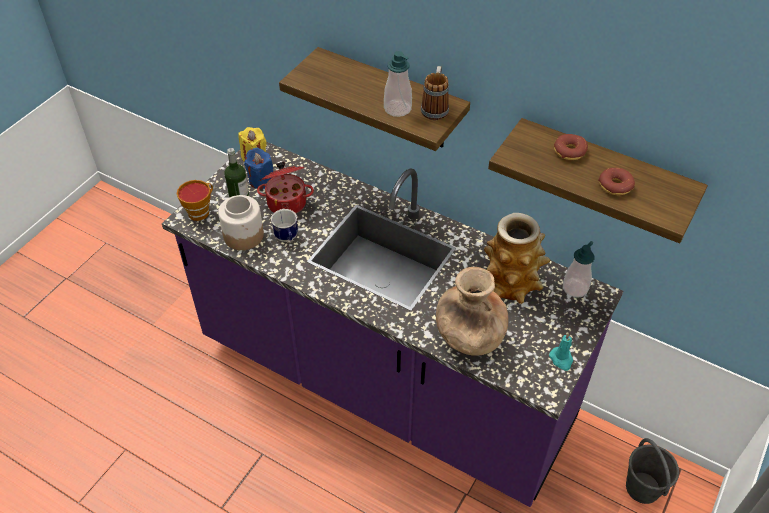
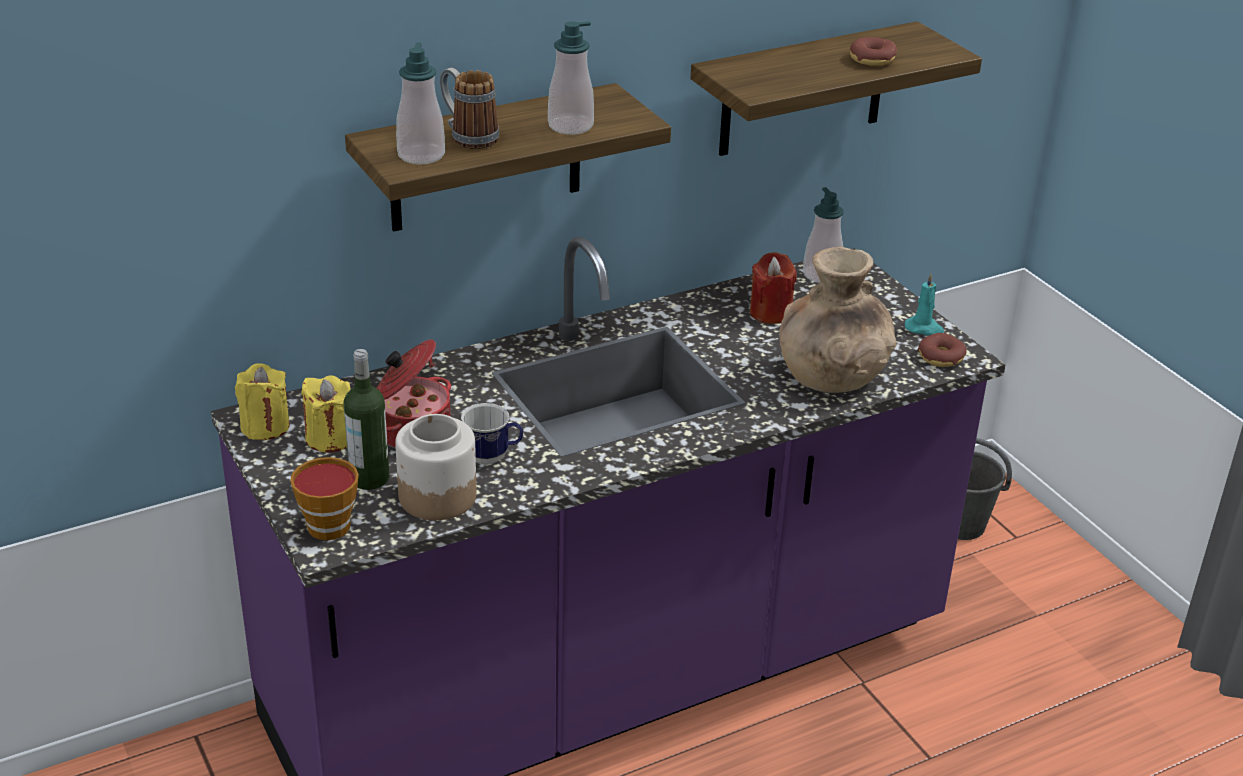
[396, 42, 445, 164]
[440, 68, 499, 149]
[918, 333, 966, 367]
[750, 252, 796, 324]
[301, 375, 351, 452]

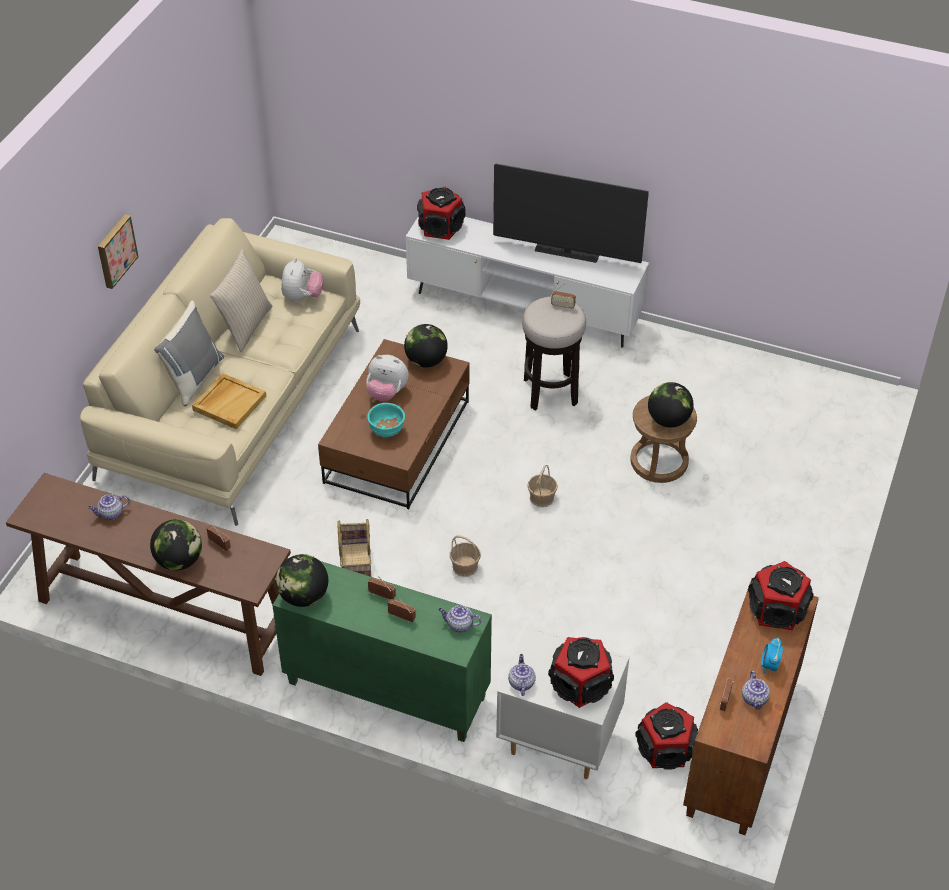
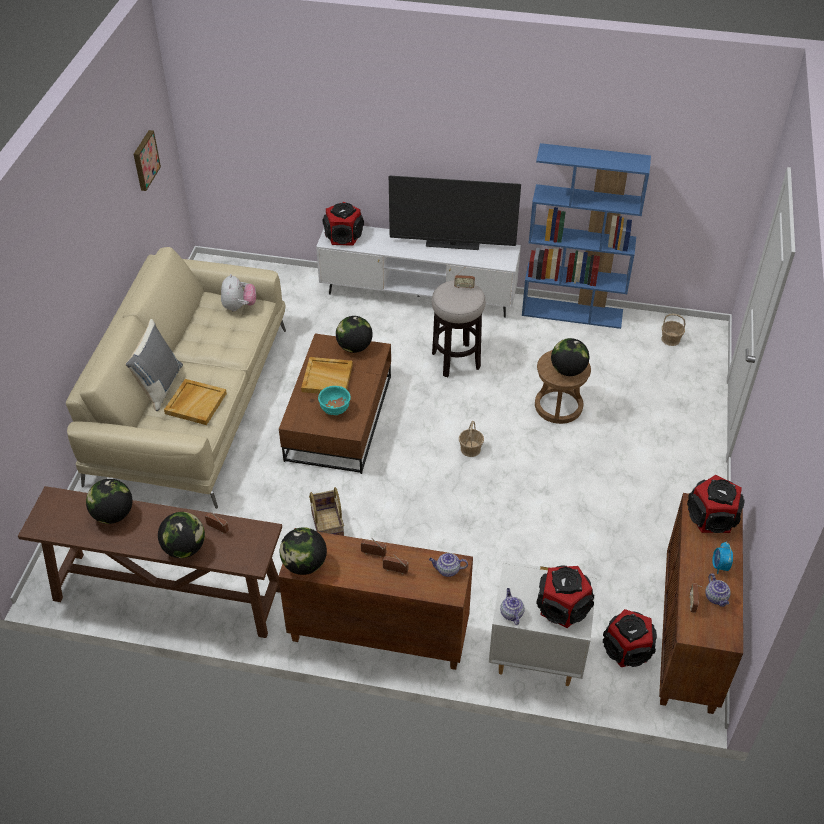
[210, 249, 272, 353] (first image)
[522, 143, 651, 329]
[134, 130, 161, 191]
[662, 314, 686, 346]
[86, 479, 133, 524]
[301, 357, 353, 394]
[278, 528, 473, 670]

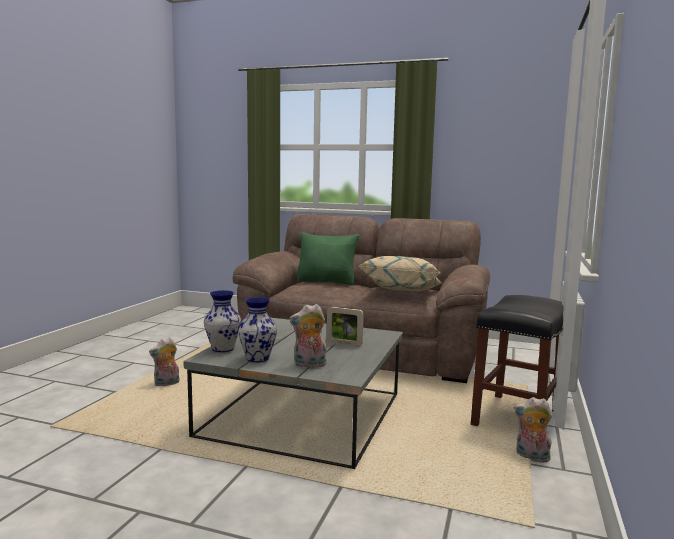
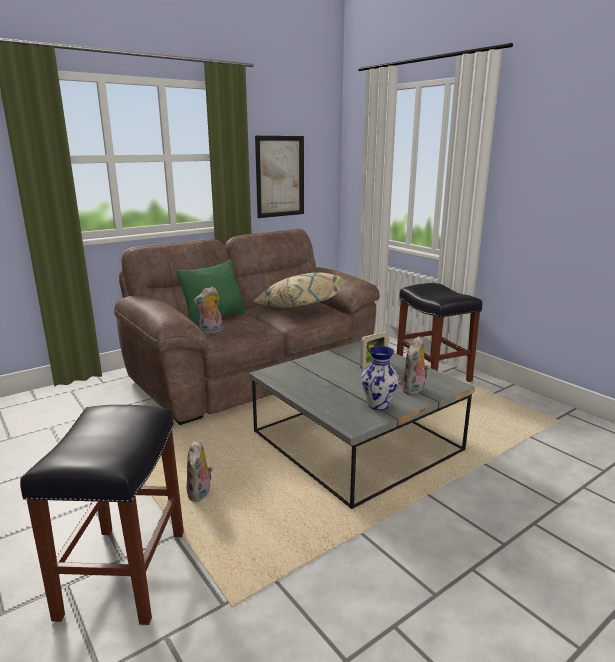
[204, 290, 241, 352] (first image)
[20, 405, 184, 625]
[255, 136, 304, 218]
[194, 287, 223, 334]

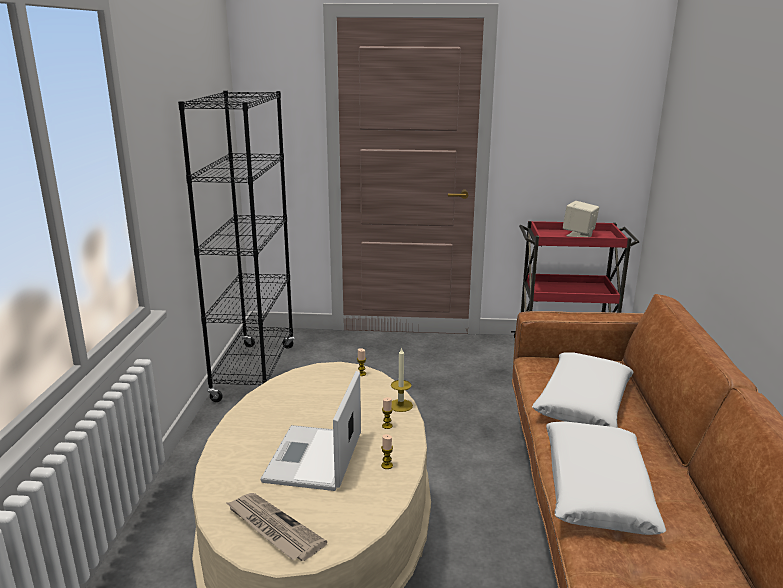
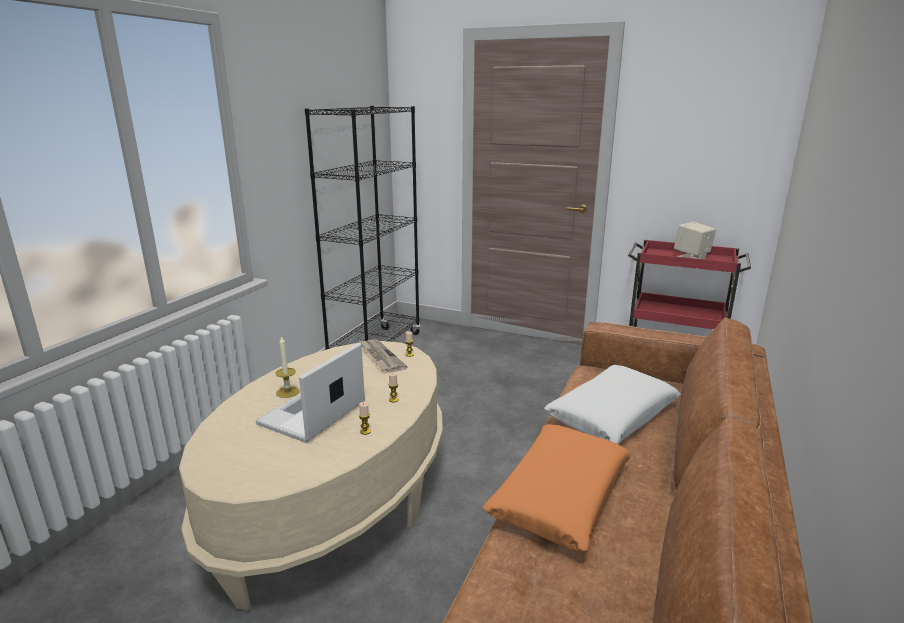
[360, 339, 407, 373]
[276, 336, 299, 398]
[483, 424, 631, 551]

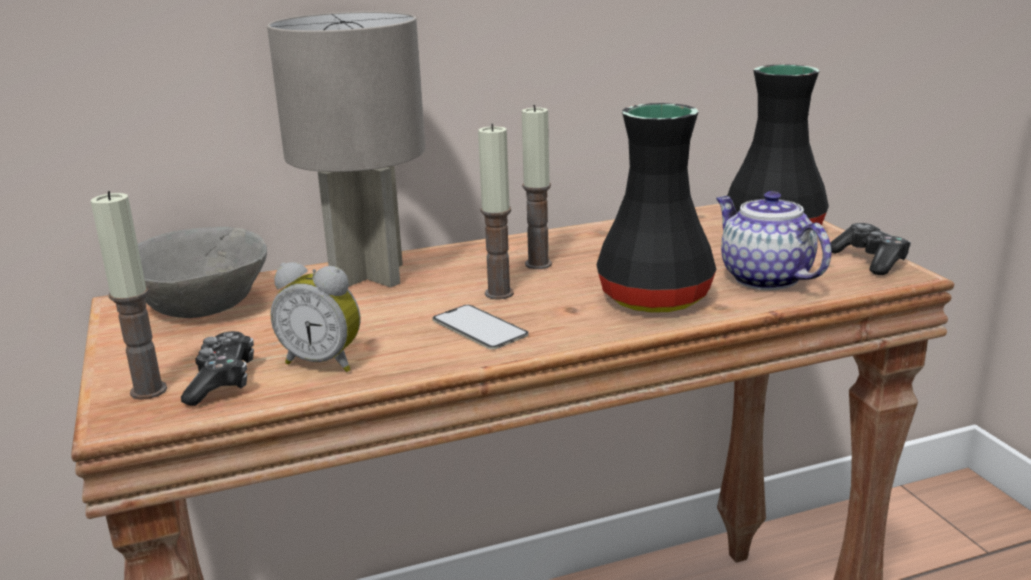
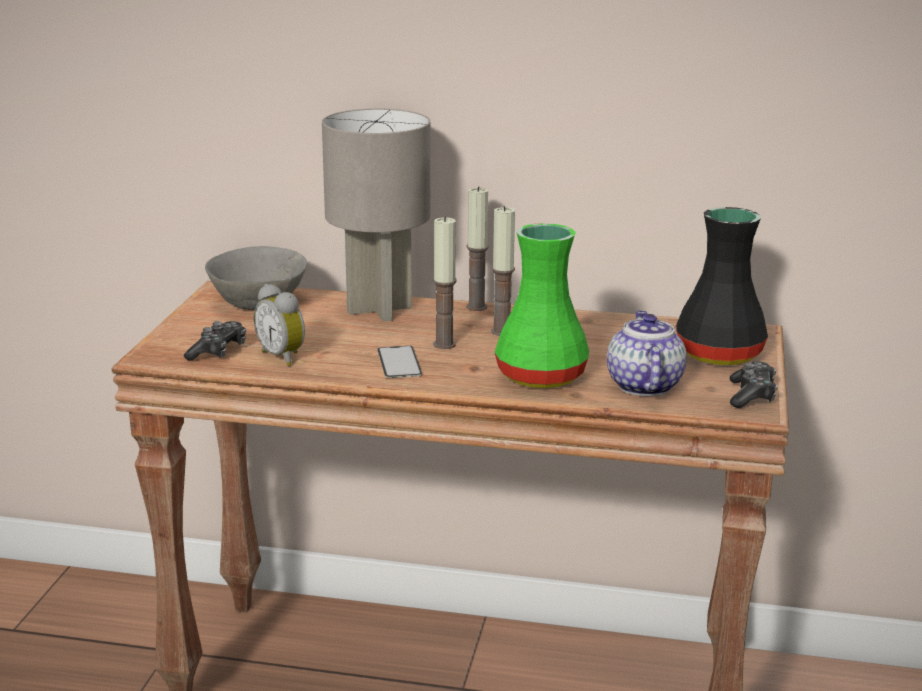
[466, 186, 488, 311]
[495, 223, 589, 388]

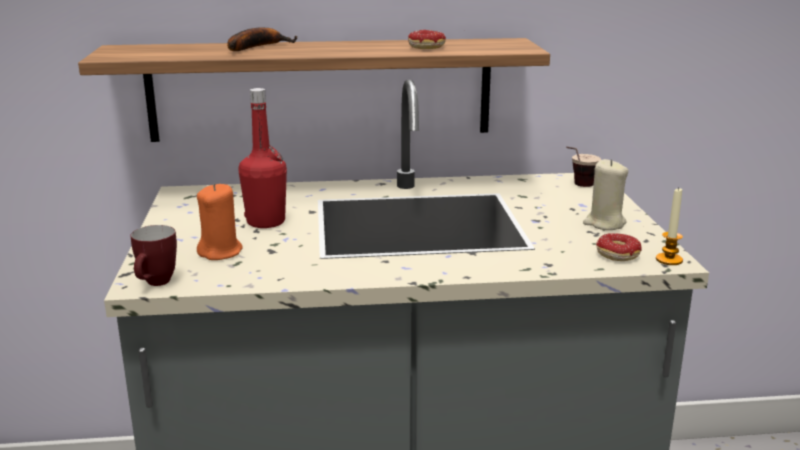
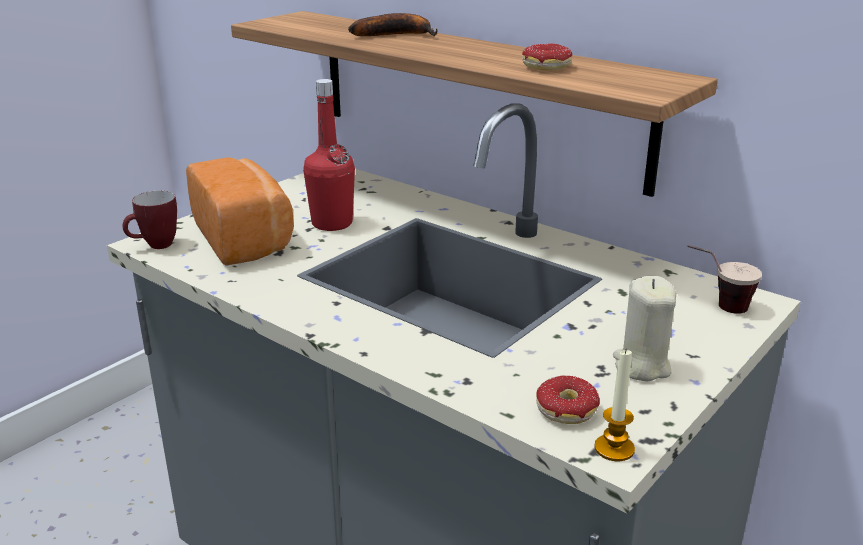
[186, 157, 294, 265]

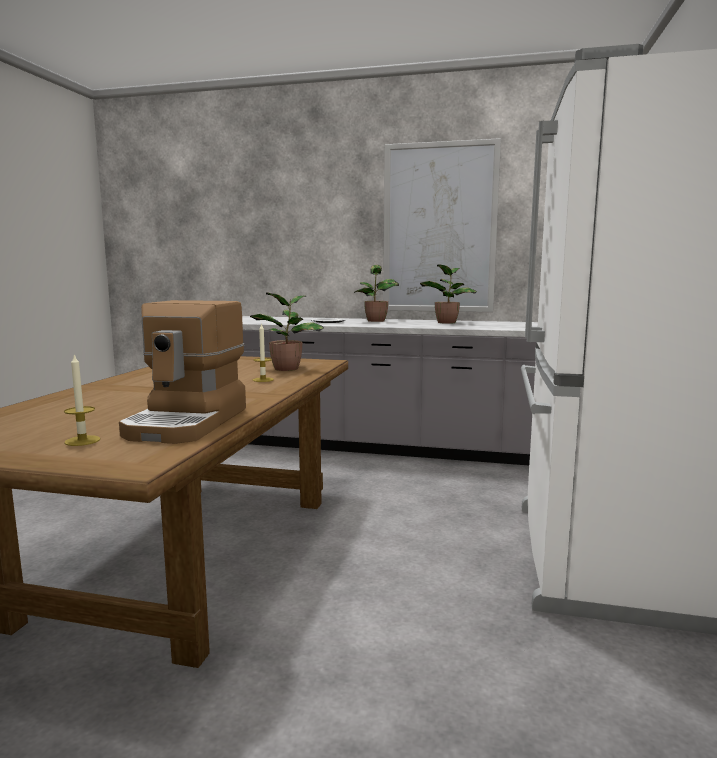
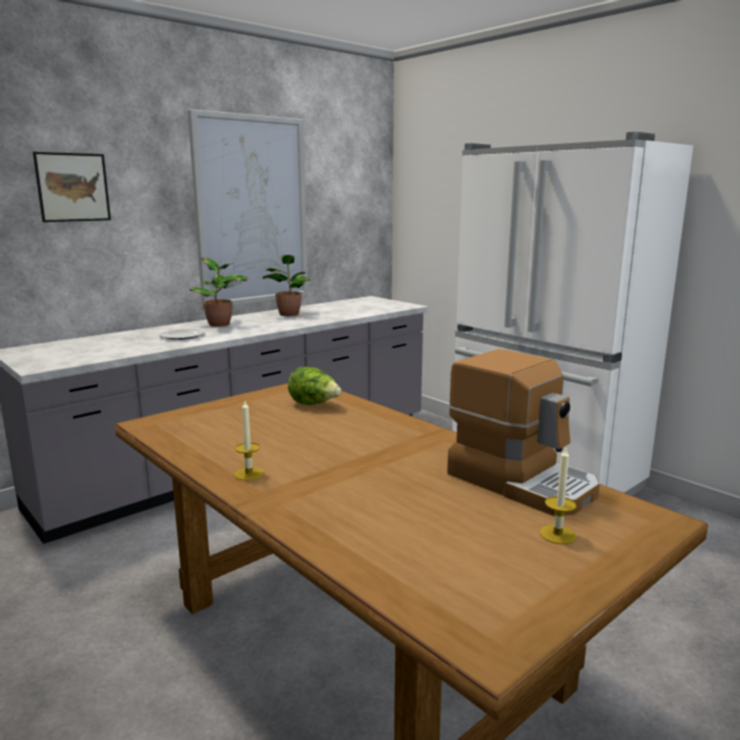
[33, 152, 111, 222]
[234, 401, 264, 480]
[288, 367, 342, 405]

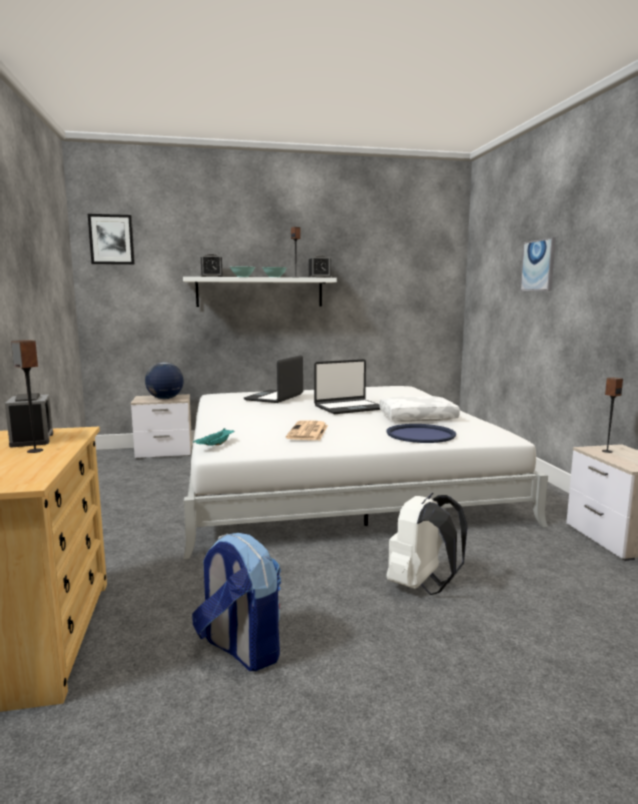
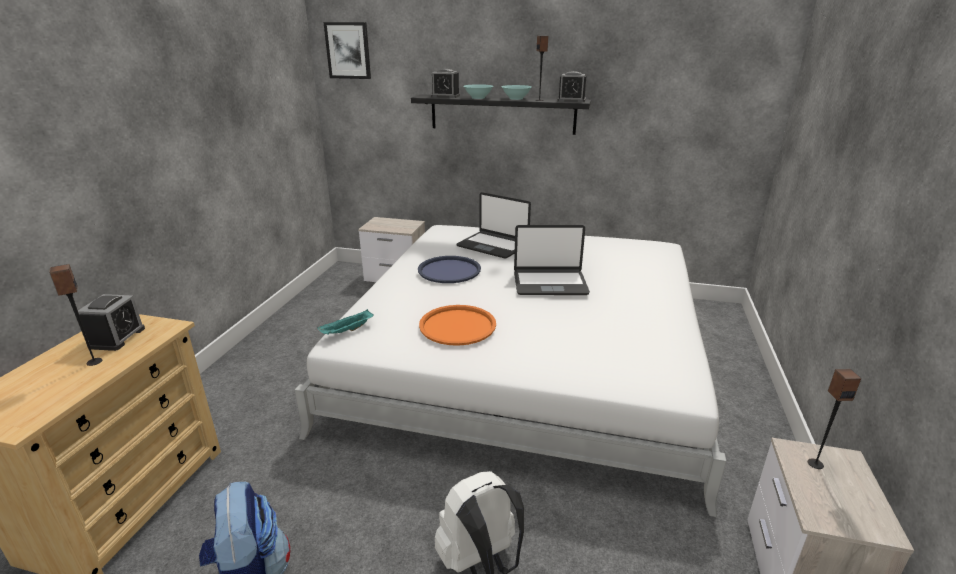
[145, 362, 184, 399] (first image)
[379, 396, 460, 422] (first image)
[520, 237, 556, 291] (first image)
[418, 256, 481, 283]
[419, 305, 496, 346]
[411, 94, 591, 135]
[456, 192, 531, 258]

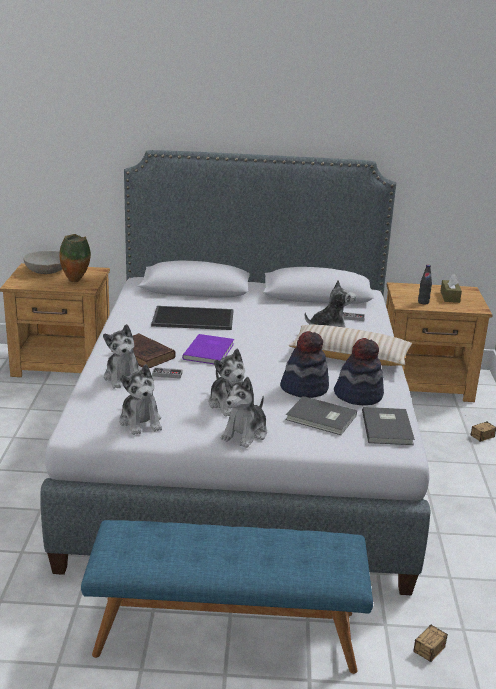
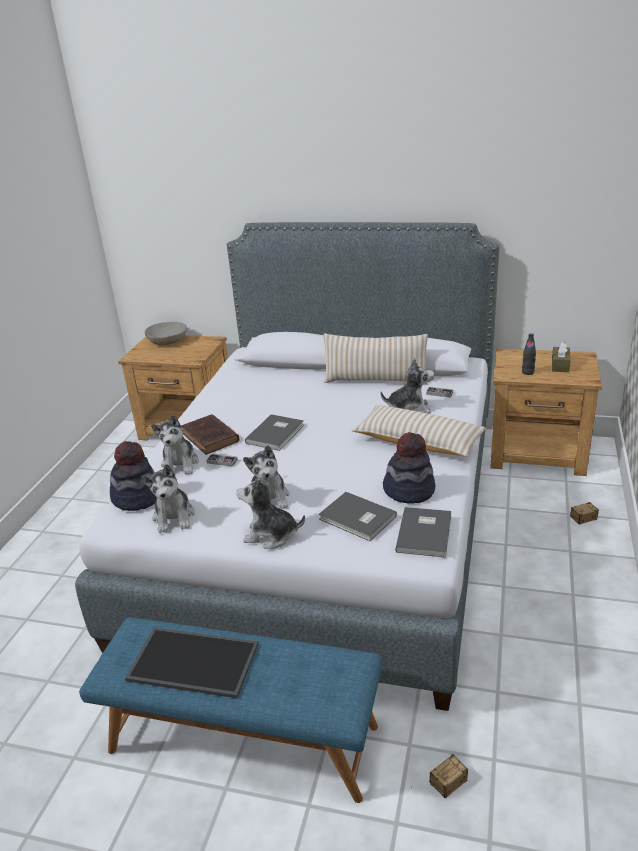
[59, 234, 91, 282] (first image)
[323, 333, 428, 385]
[125, 627, 259, 698]
[110, 441, 156, 511]
[245, 414, 304, 451]
[236, 472, 305, 549]

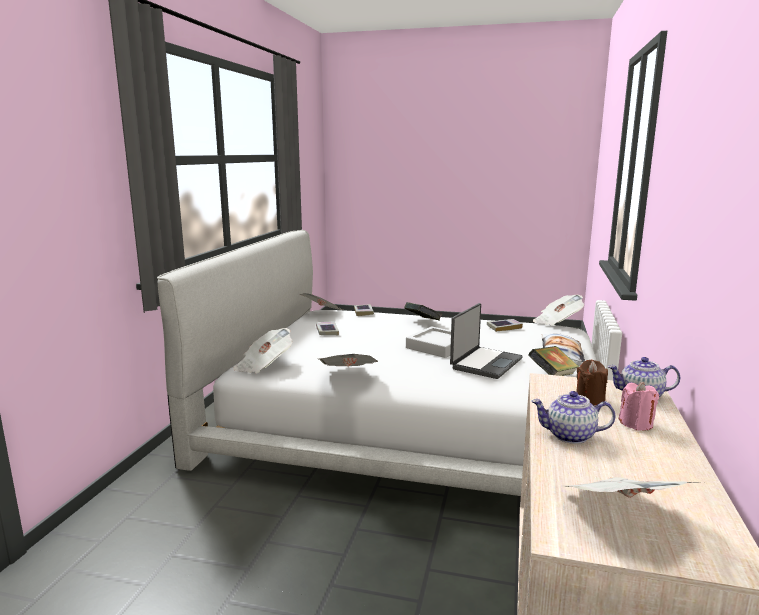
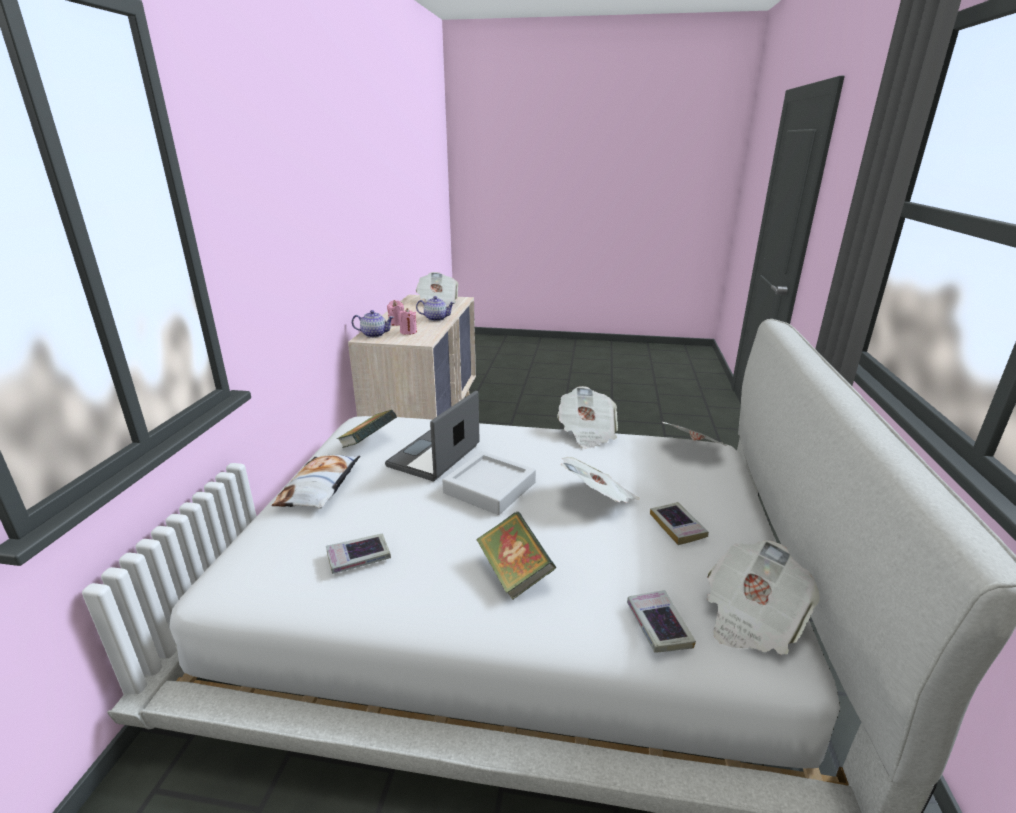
[561, 457, 640, 503]
[398, 308, 417, 335]

